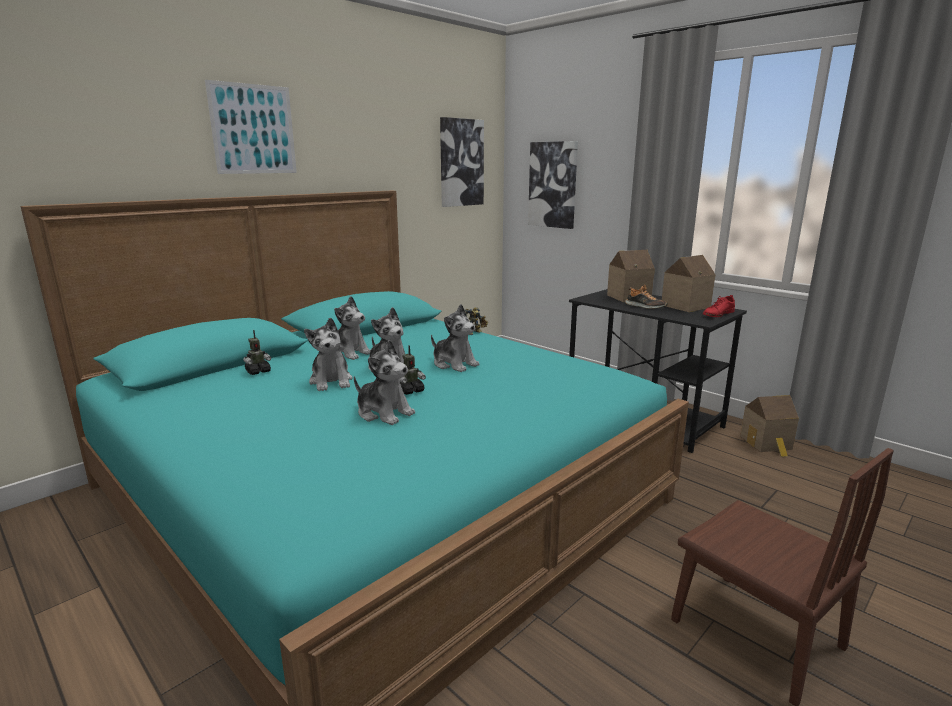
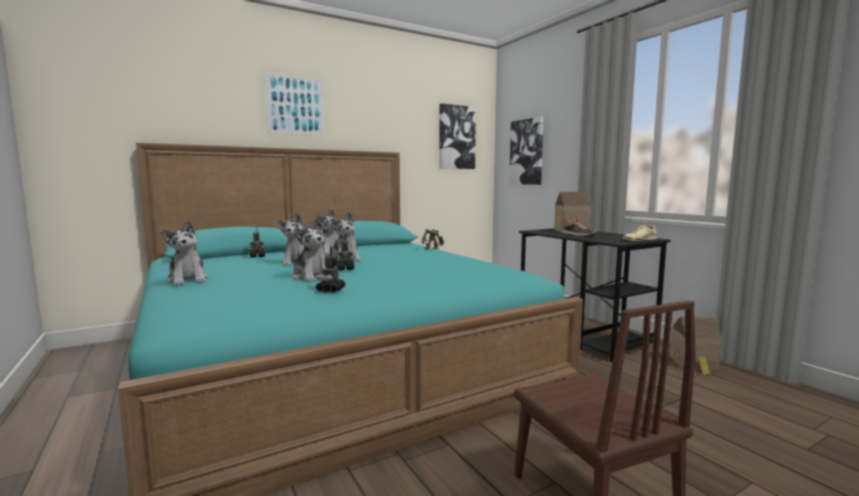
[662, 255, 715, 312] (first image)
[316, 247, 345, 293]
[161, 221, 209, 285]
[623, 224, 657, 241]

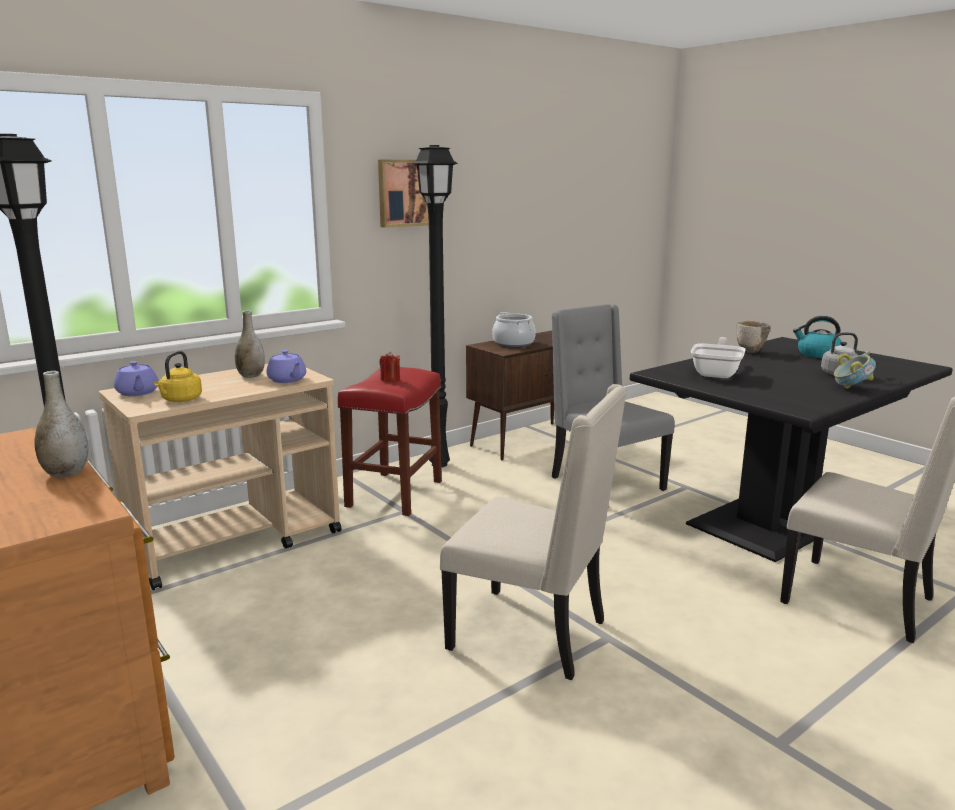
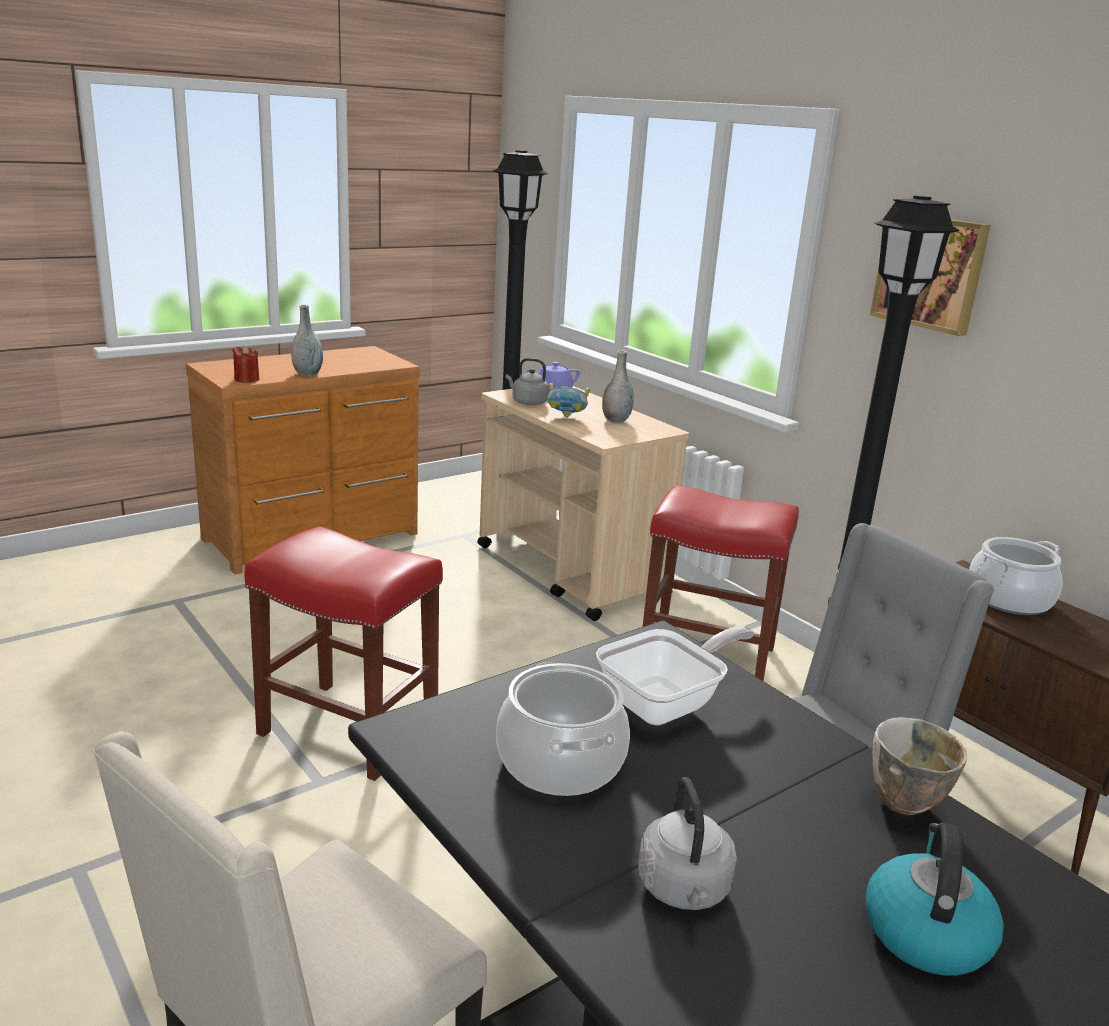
[266, 350, 306, 383] (first image)
[496, 662, 630, 796]
[232, 345, 259, 383]
[547, 383, 590, 417]
[244, 526, 443, 781]
[506, 358, 549, 405]
[596, 626, 755, 725]

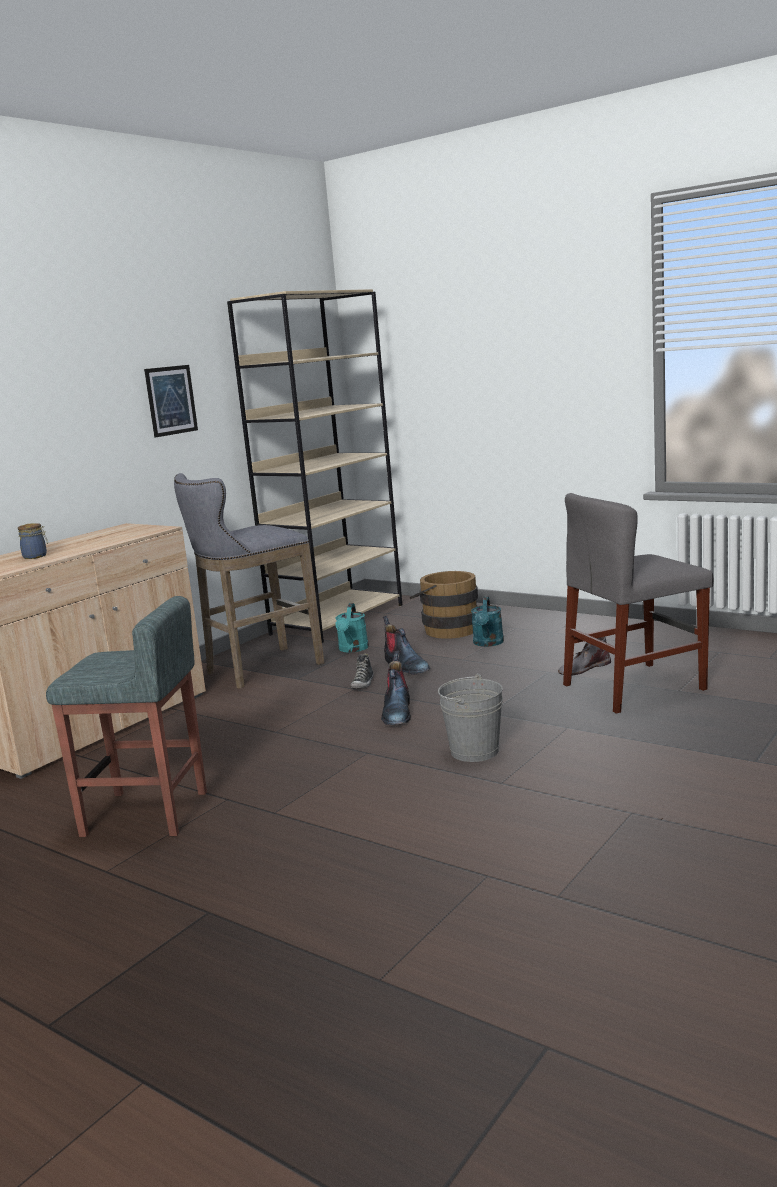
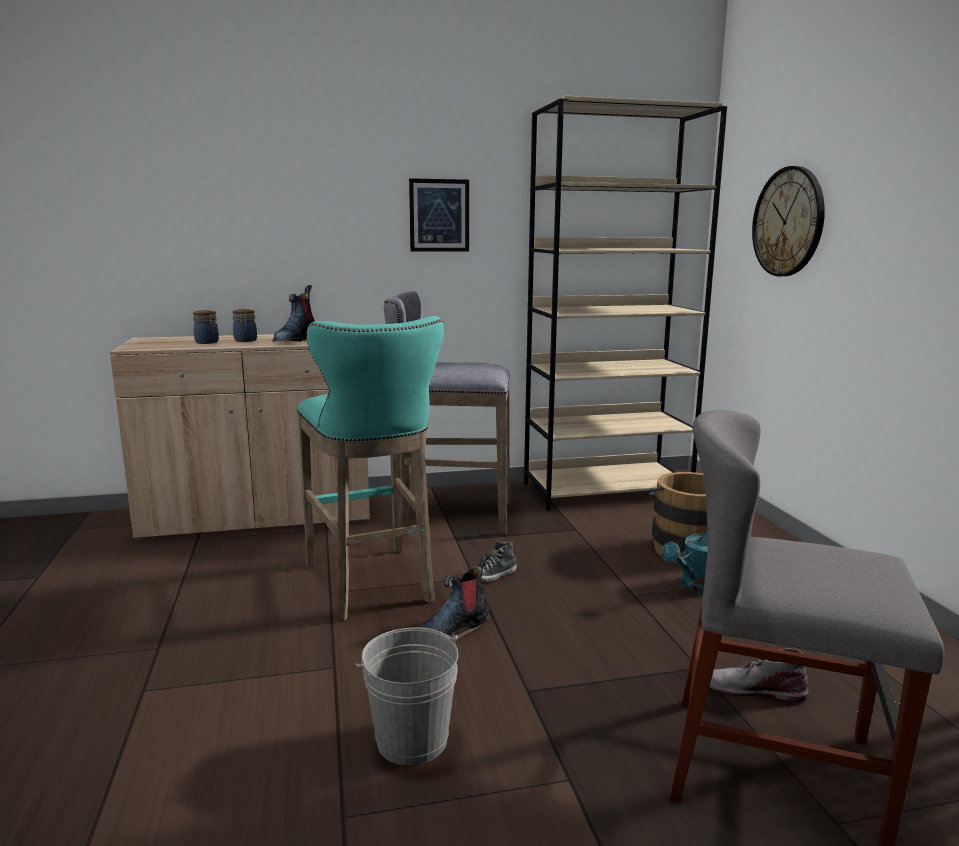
[46, 596, 207, 837] (first image)
[335, 603, 369, 653] (first image)
[232, 309, 257, 342]
[297, 316, 444, 621]
[752, 166, 825, 276]
[273, 285, 315, 343]

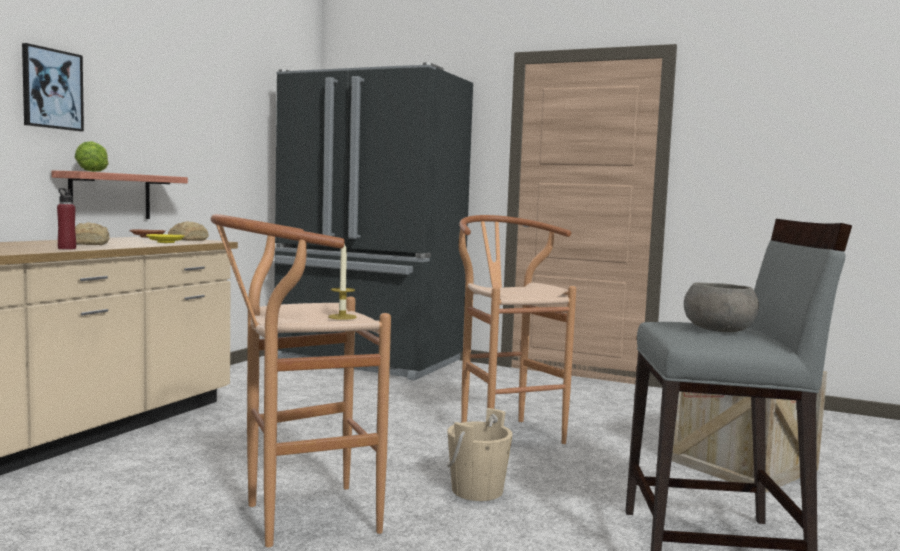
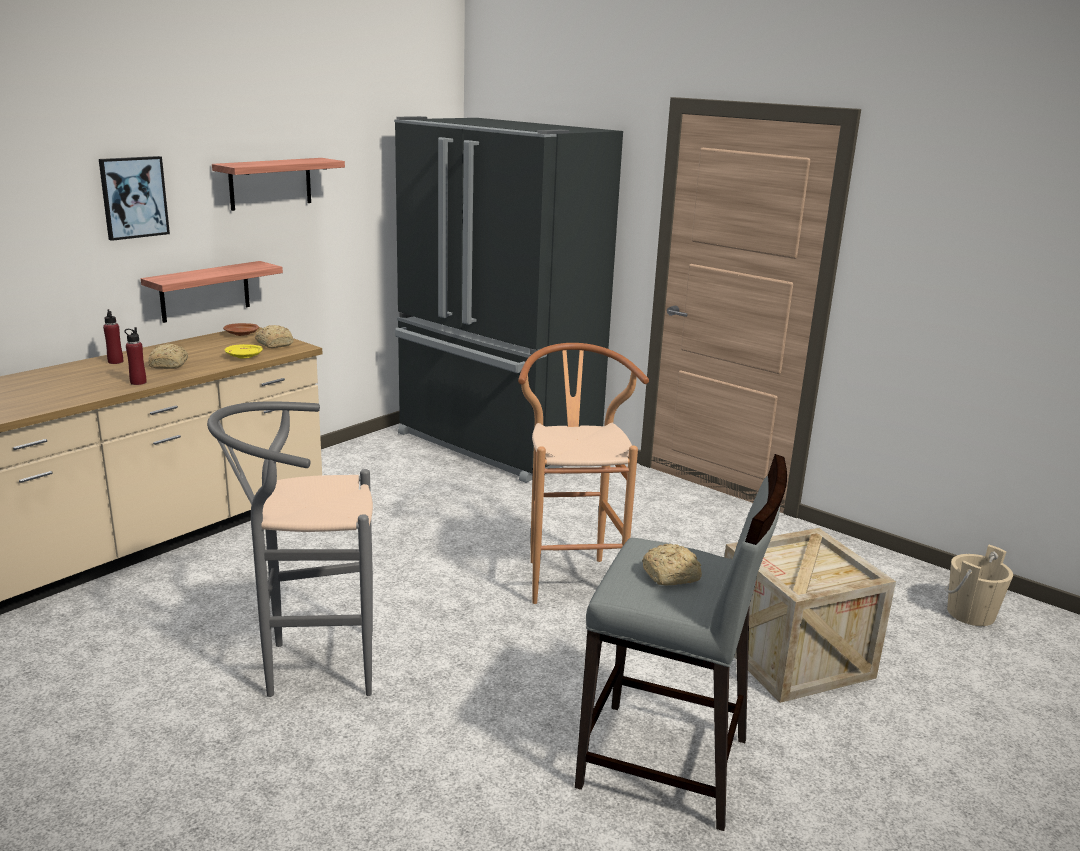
[75, 141, 109, 172] (first image)
[328, 244, 357, 320] (first image)
[103, 309, 123, 364]
[212, 158, 345, 211]
[946, 545, 1013, 626]
[642, 544, 702, 586]
[207, 401, 373, 697]

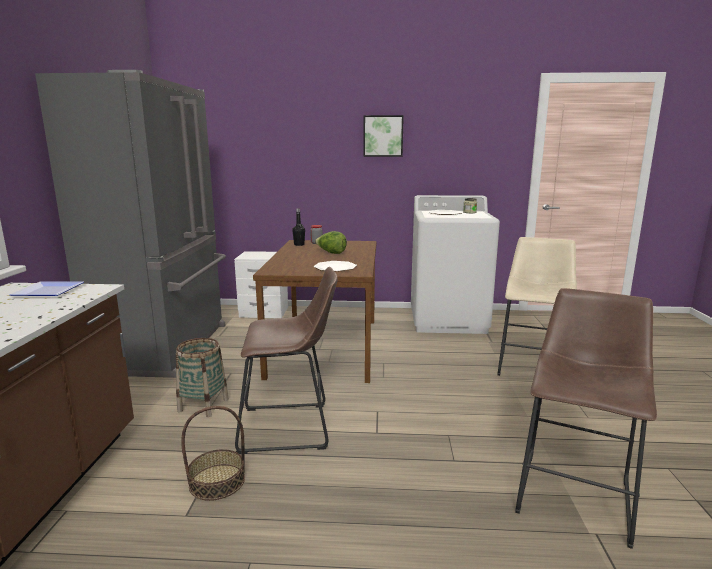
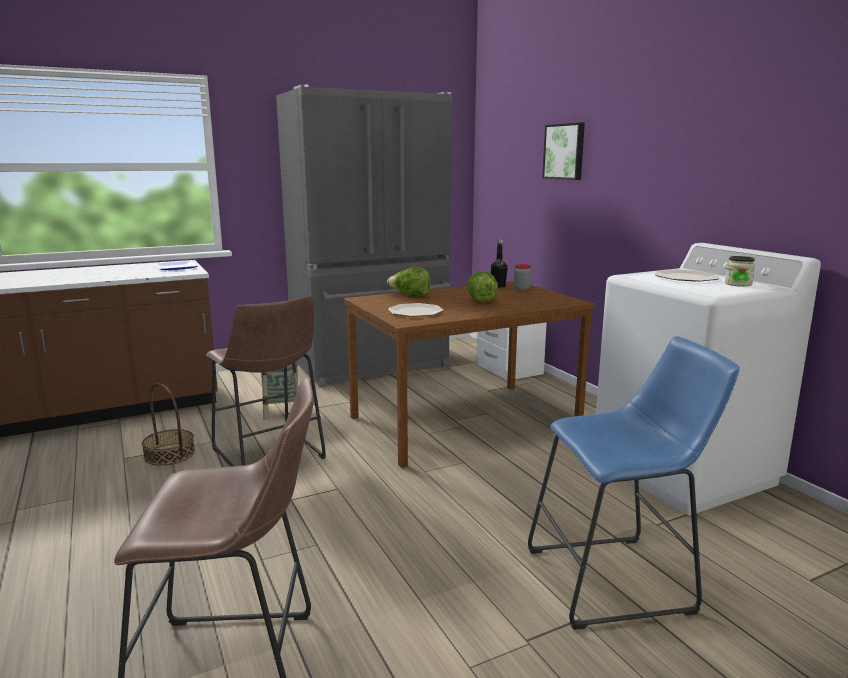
[387, 267, 430, 297]
[542, 122, 585, 180]
[528, 336, 740, 630]

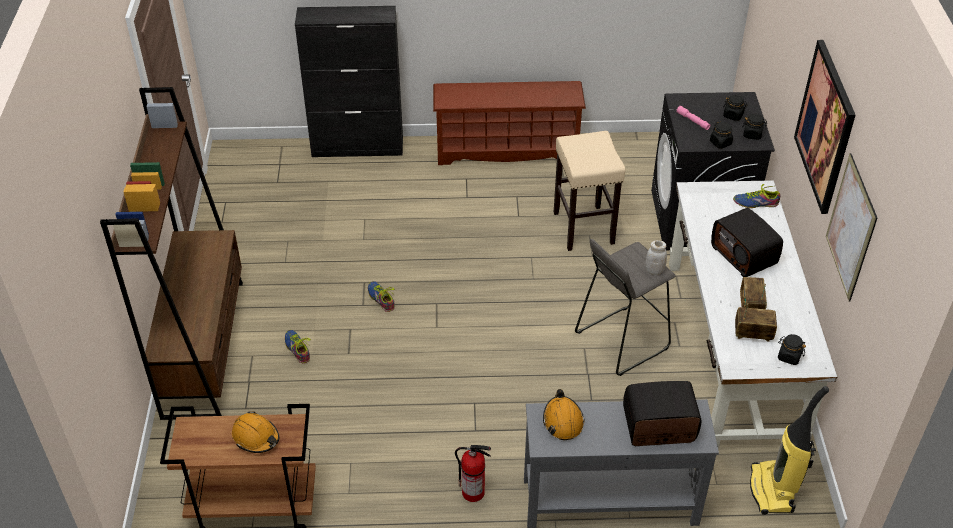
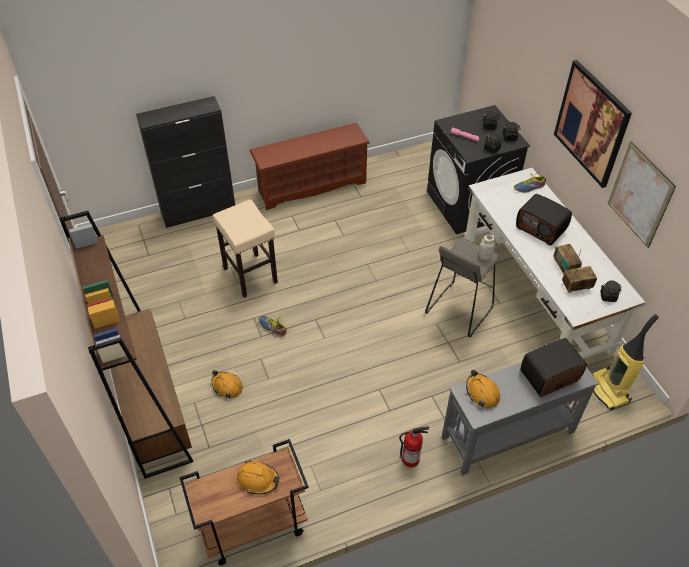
[213, 199, 278, 298]
[211, 370, 243, 398]

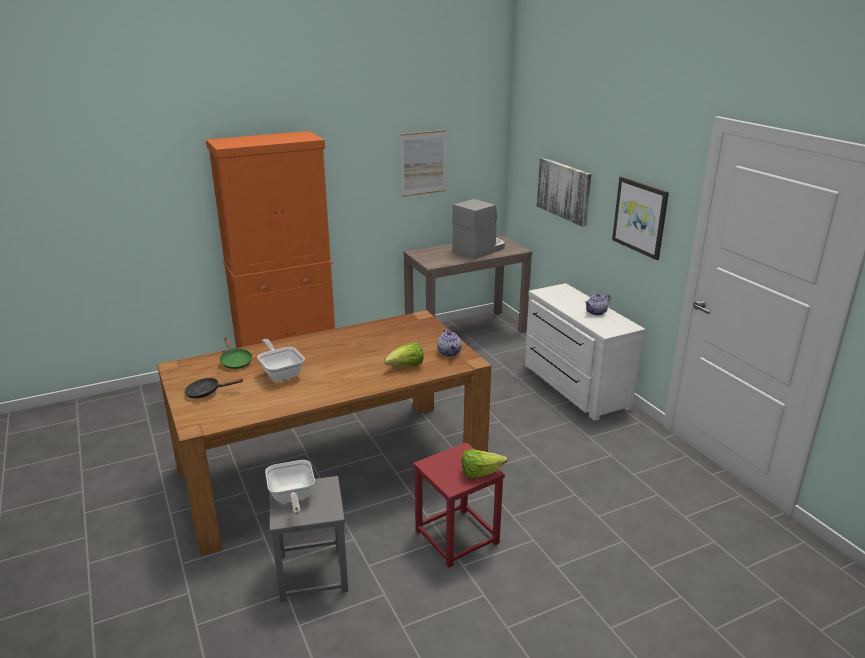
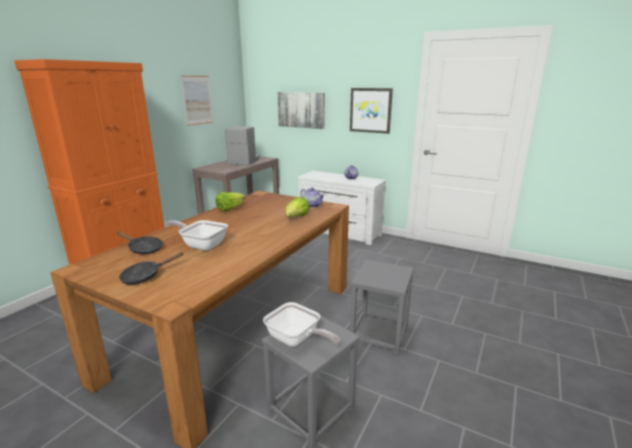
[216, 192, 245, 211]
[116, 231, 163, 254]
[350, 260, 414, 355]

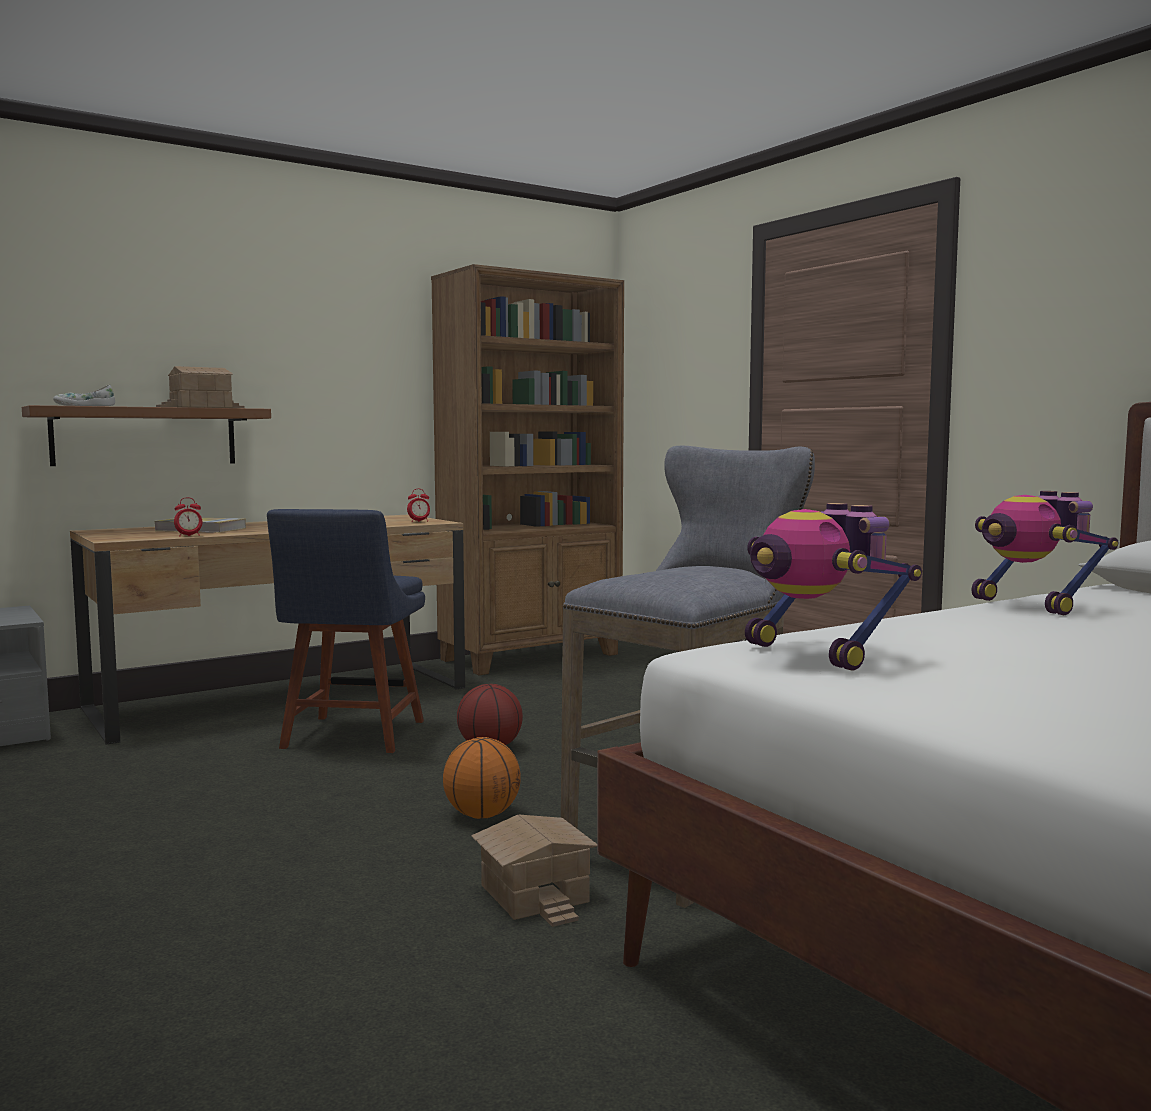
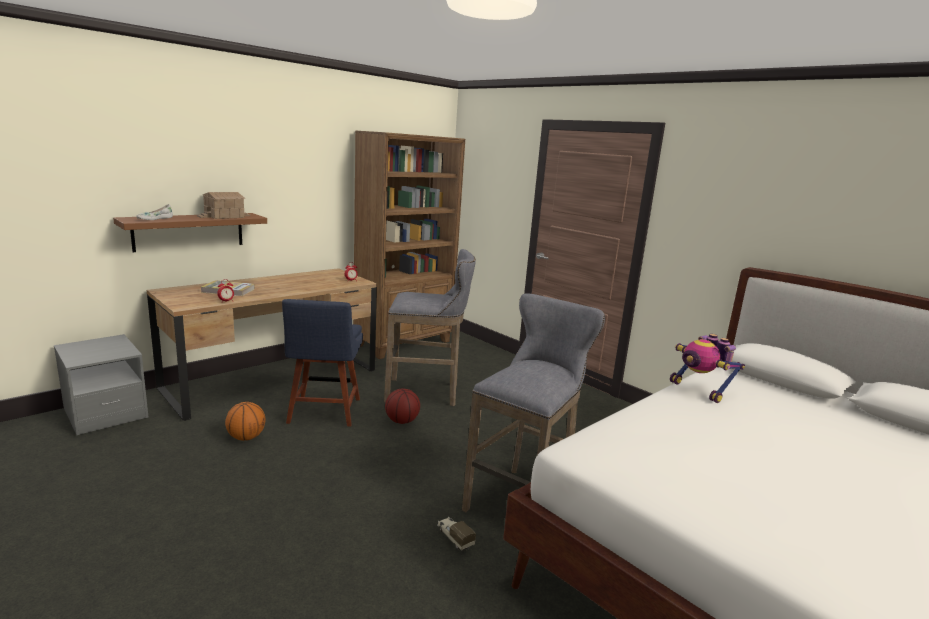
[745, 503, 922, 671] (first image)
[384, 249, 476, 406]
[225, 402, 266, 441]
[437, 517, 476, 550]

